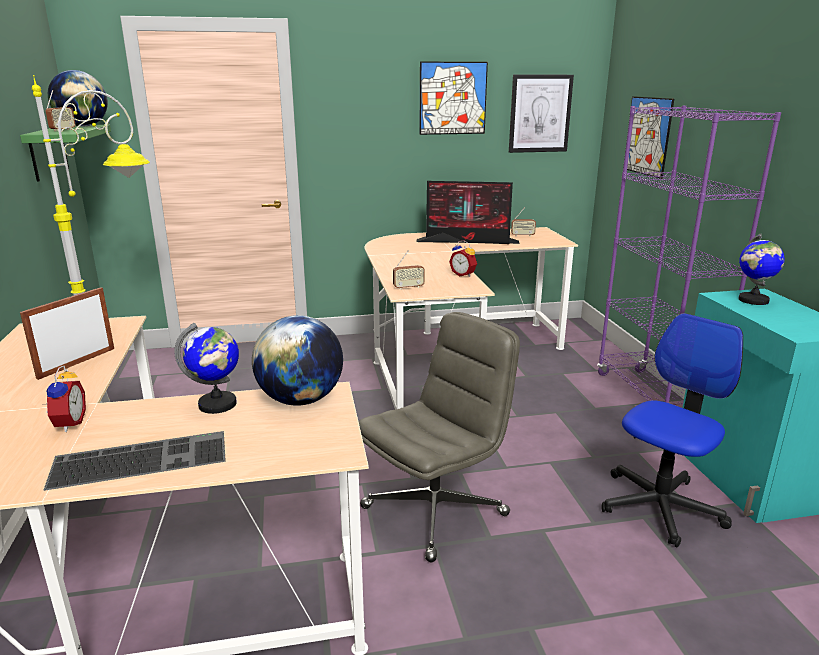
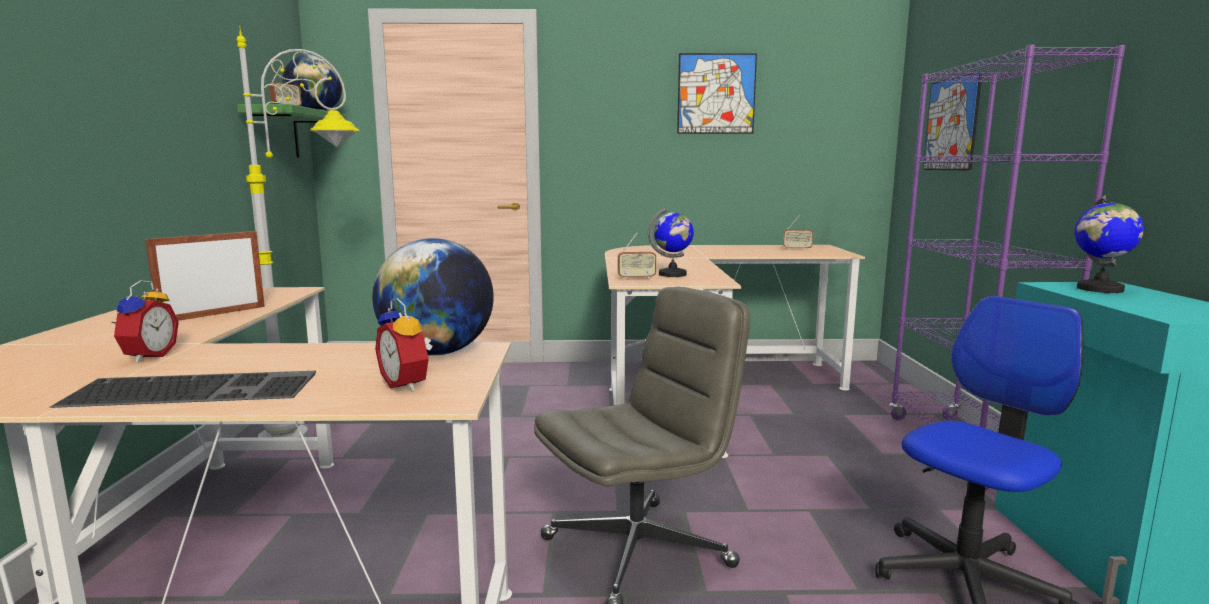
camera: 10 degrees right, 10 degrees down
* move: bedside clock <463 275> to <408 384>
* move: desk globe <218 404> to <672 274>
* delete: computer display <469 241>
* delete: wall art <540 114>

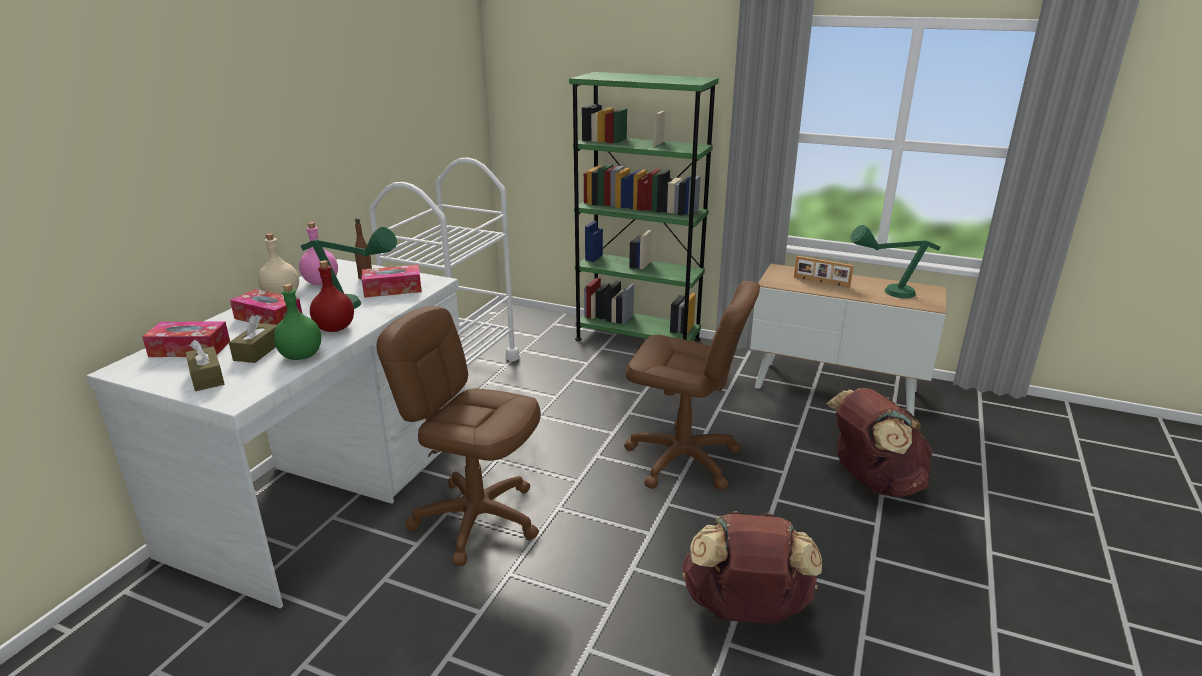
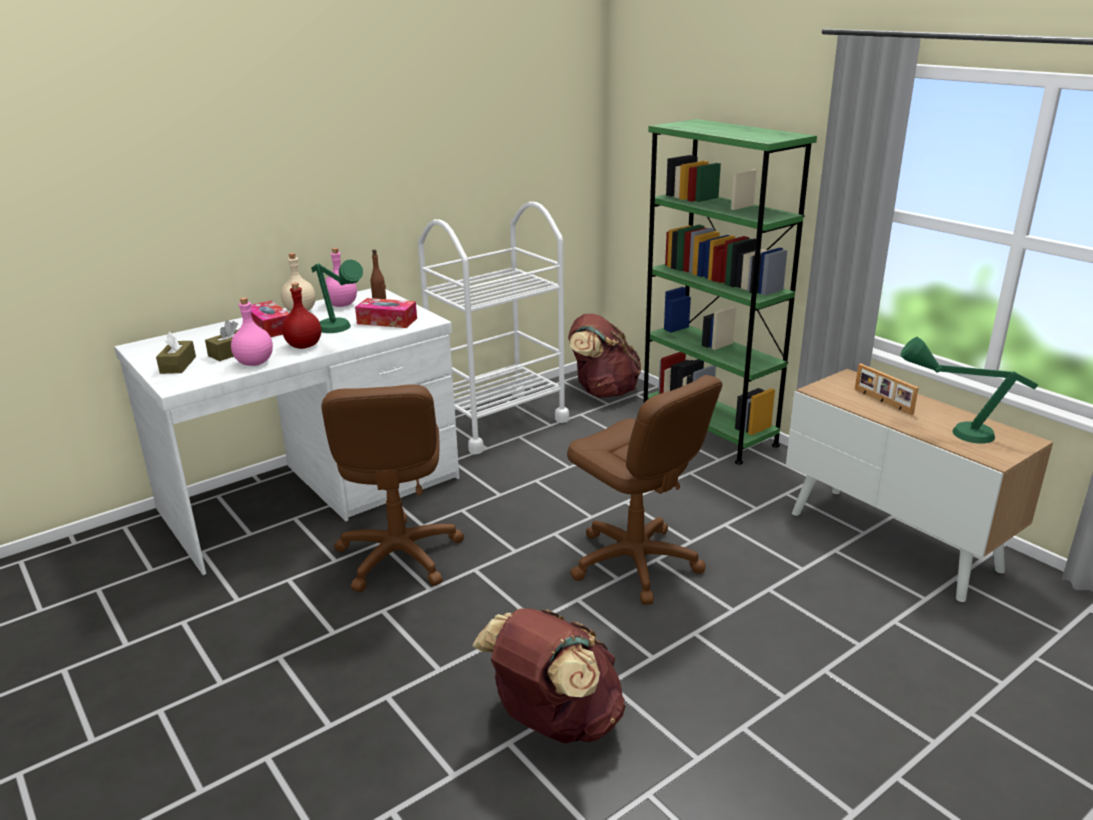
camera: 30 degrees right, 0 degrees up
* recolor: greenish drink bottle <301 356> to pink drink bottle <254 363>
* rotate: brownish desk chair <477 519> = <398 556> 150 degrees counterclockwise
* move: brownish knapsack <873 482> to <603 391>
* delete: tissue holder <190 349>

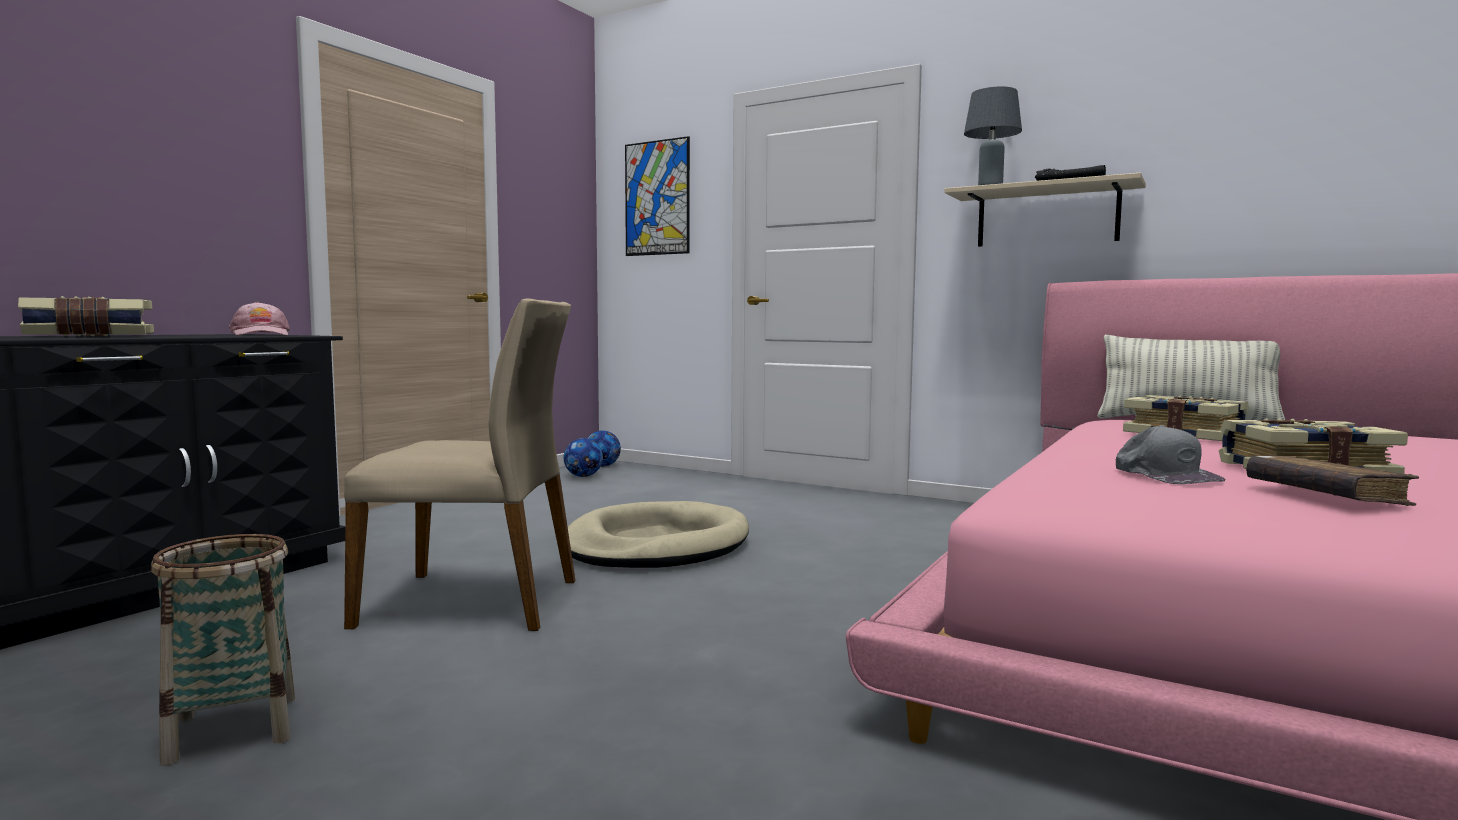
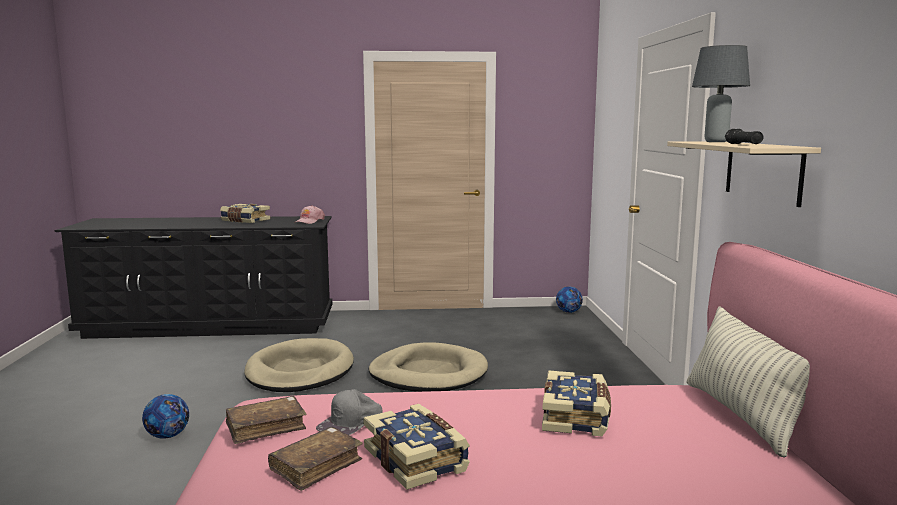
camera: 55 degrees right, 5 degrees up
* move: football <583 476> to <167 436>
* insert: brownish volume <266 427>
* replace: beige-coloured upright chair <474 601> to beige-coloured dog cushion <300 371>
* delete: basket <233 728>
* delete: wall art <657 198>

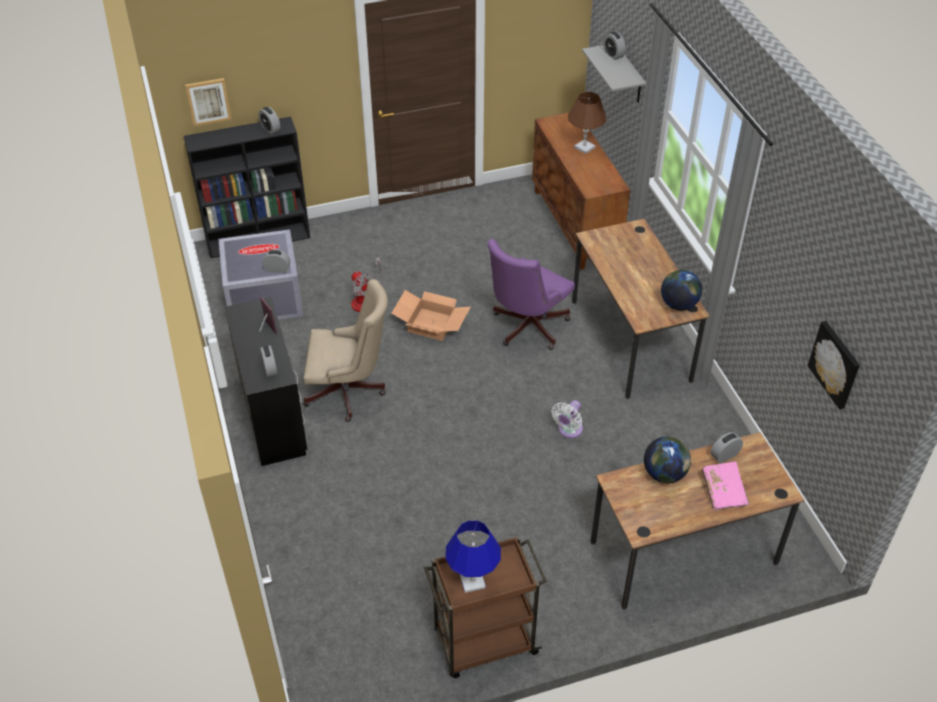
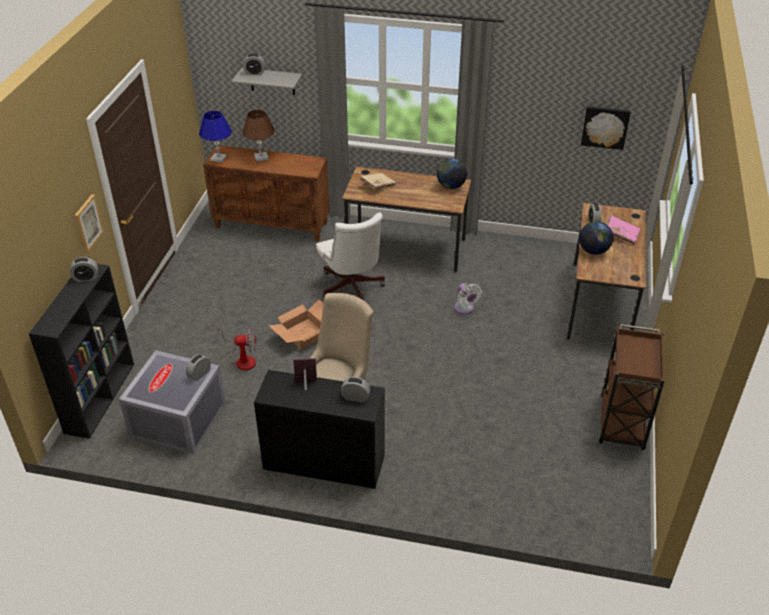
camera: 60 degrees left, 5 degrees down
* move: wall art <208 101> to <88 223>
* move: blue-coloured lamp for a table <472 581> to <218 158>
* recolor: purple desk chair <526 328> to white desk chair <352 289>
* insert: beige-coloured volume <377 185>

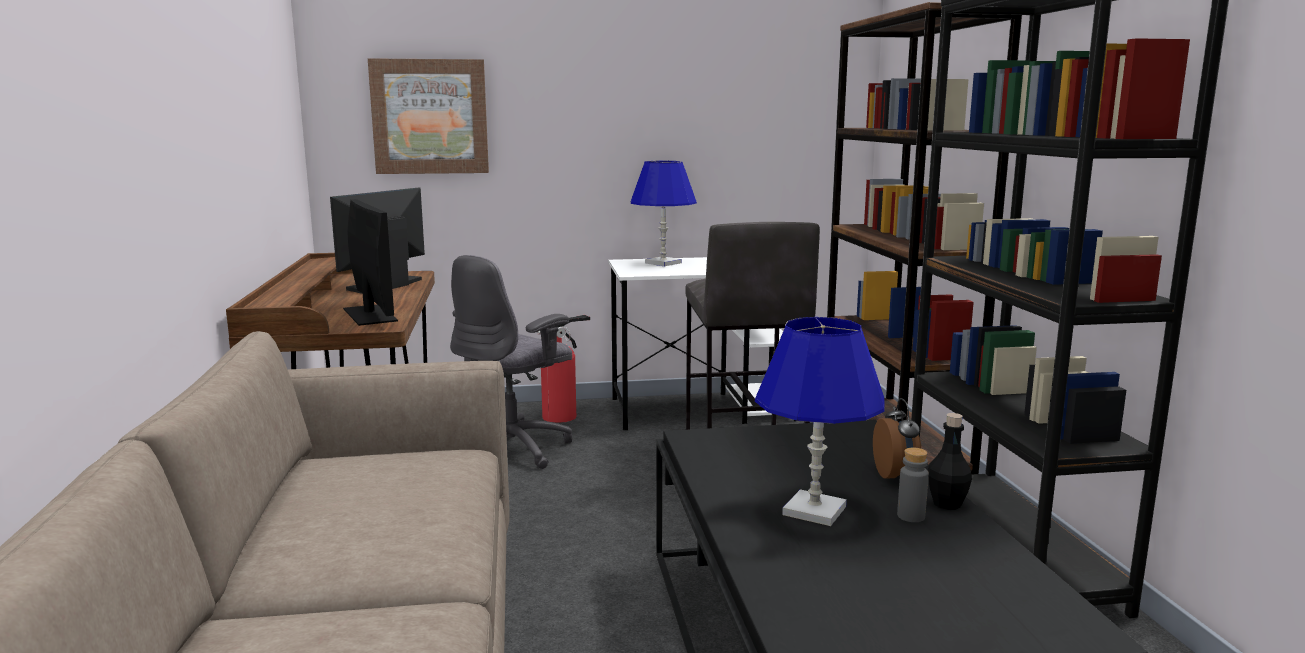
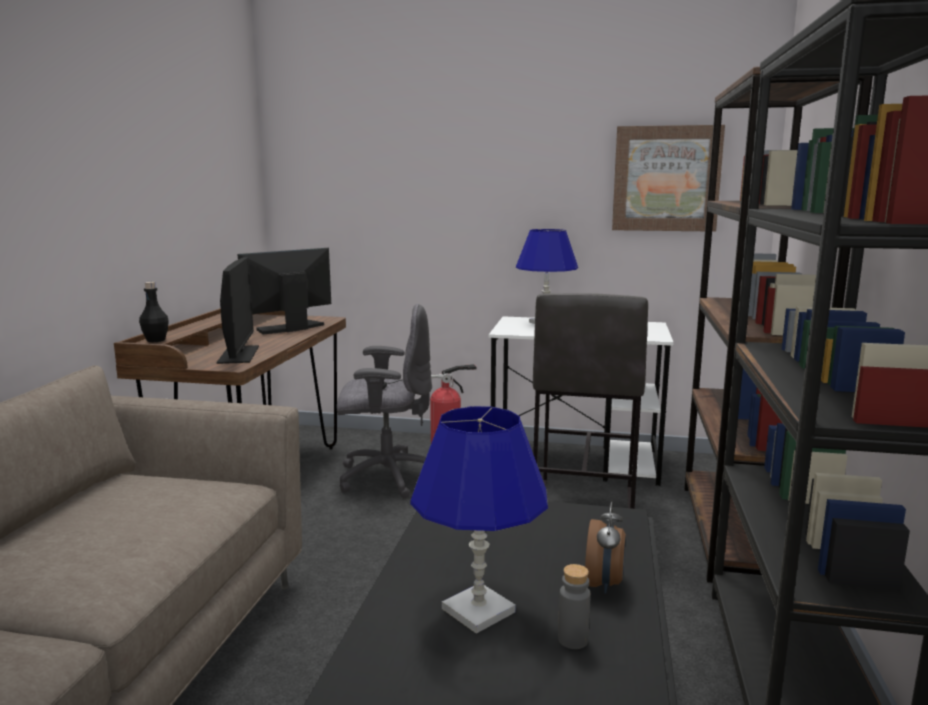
camera: 20 degrees right, 0 degrees up
* move: blackish drink bottle <946 504> to <156 340>
* rotate: grey desk chair <513 449> = <386 477> 150 degrees counterclockwise
* move: wall art <430 117> to <666 179>

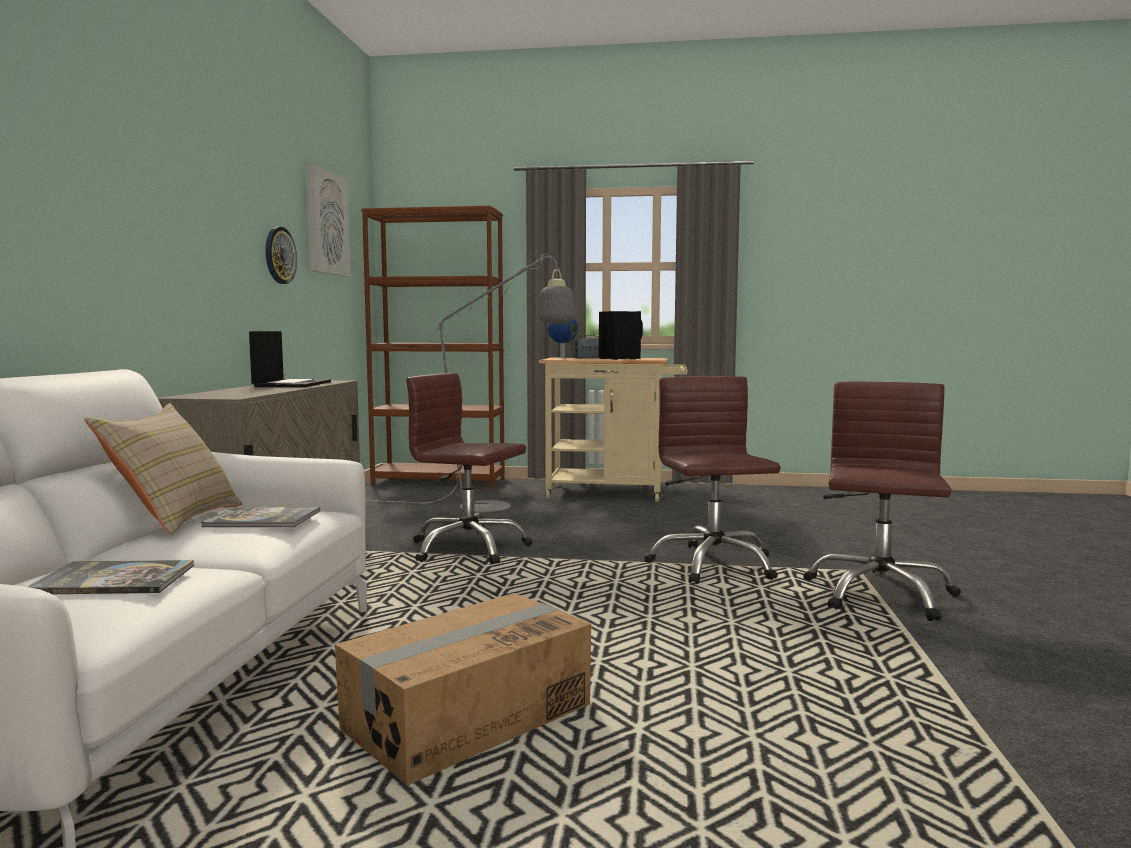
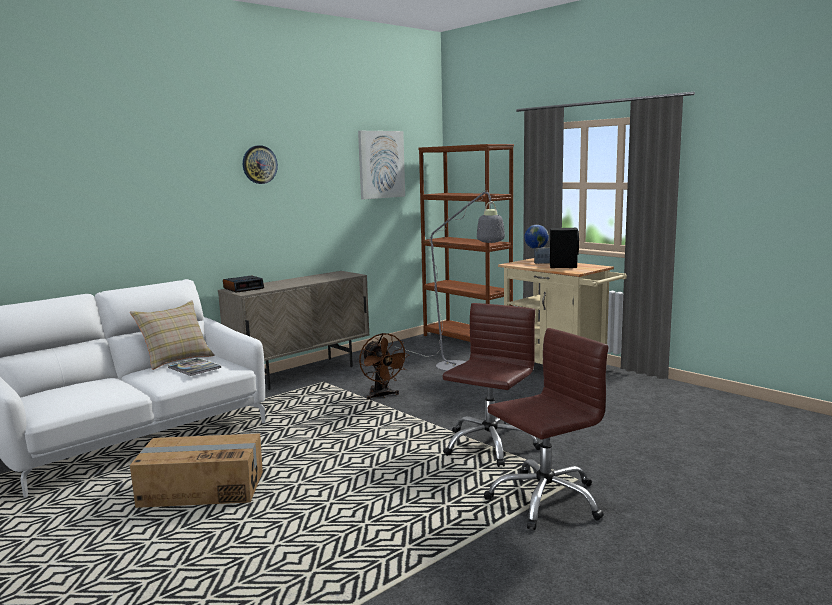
camera: 40 degrees right, 5 degrees up
* insert: bedside clock <244 288>
* move: hanging clock <279 255> to <259 164>
* replace: brownish desk chair <468 549> to brownish electric fan <382 396>
* delete: volume <114 580>
* delete: portable computer <292 384>

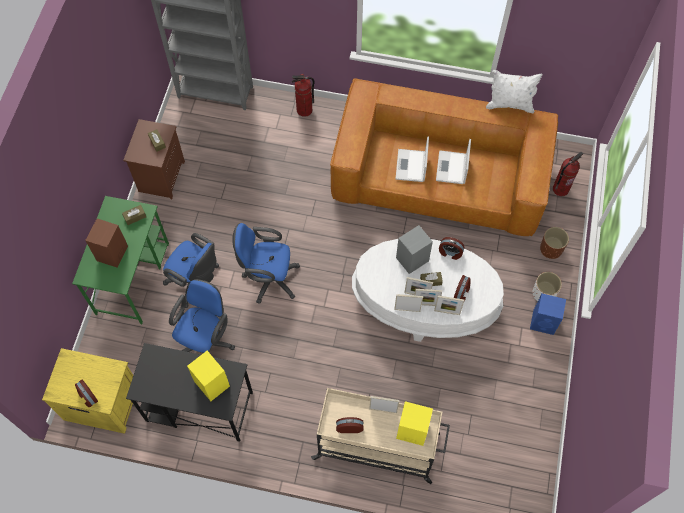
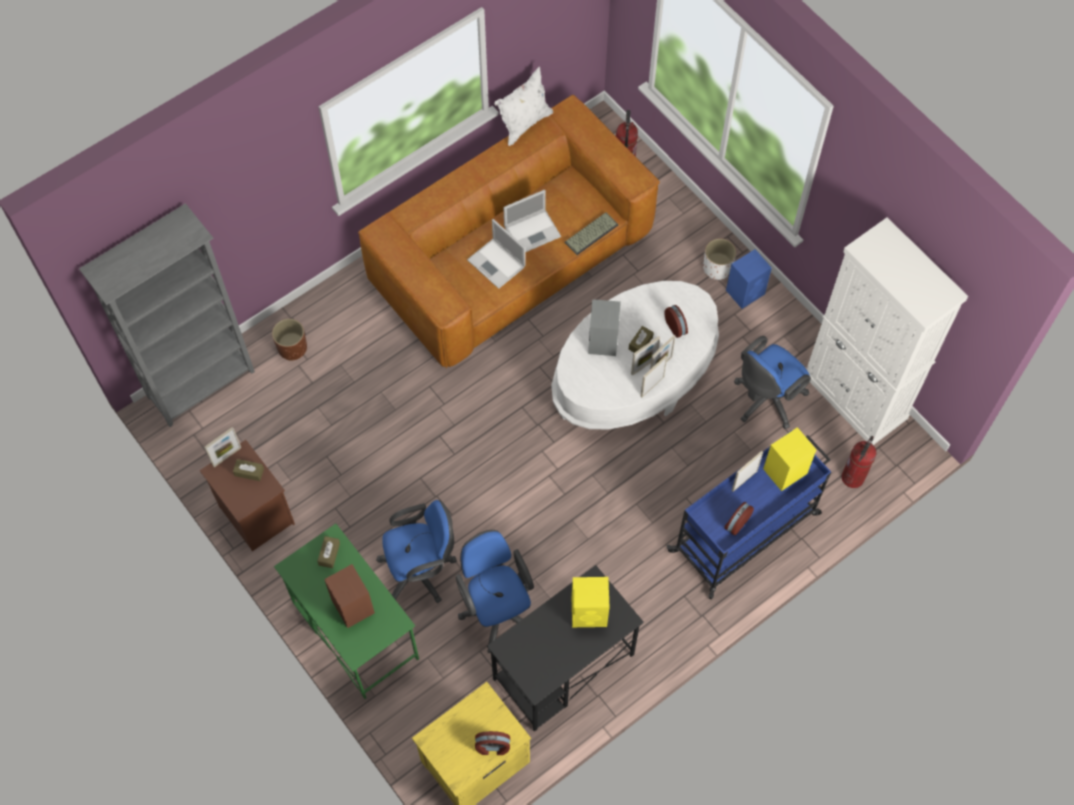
camera: 50 degrees left, 0 degrees up
* move: photo frame <447 312> to <227 456>
* move: brownish flower pot <551 249> to <292 348>
* rotate: portable computer <452 168> = <533 231> 75 degrees counterclockwise
* insert: computer keyboard <591 233>
* recolor: beige-coloured trolley <378 447> to blue-coloured trolley <746 531>
* move: blue-coloured desk chair <268 278> to <765 400>
* insert: white storage cabinet <855 397>
* move: fire-fighting cylinder <304 110> to <852 477>
* delete: bedside clock <450 253>

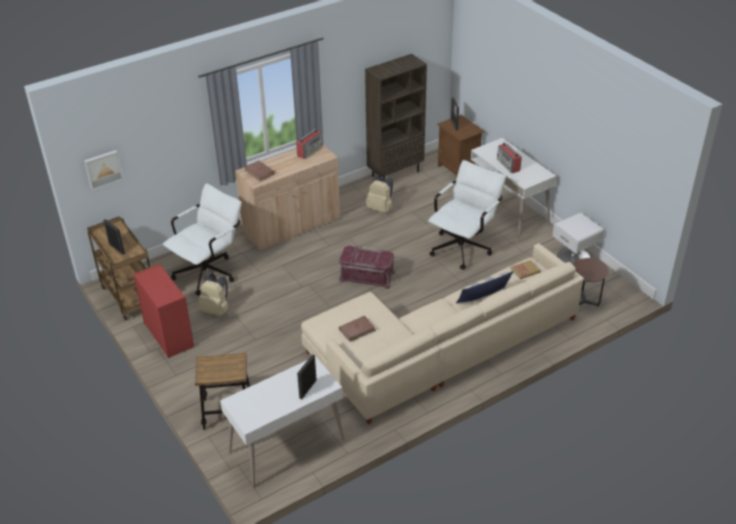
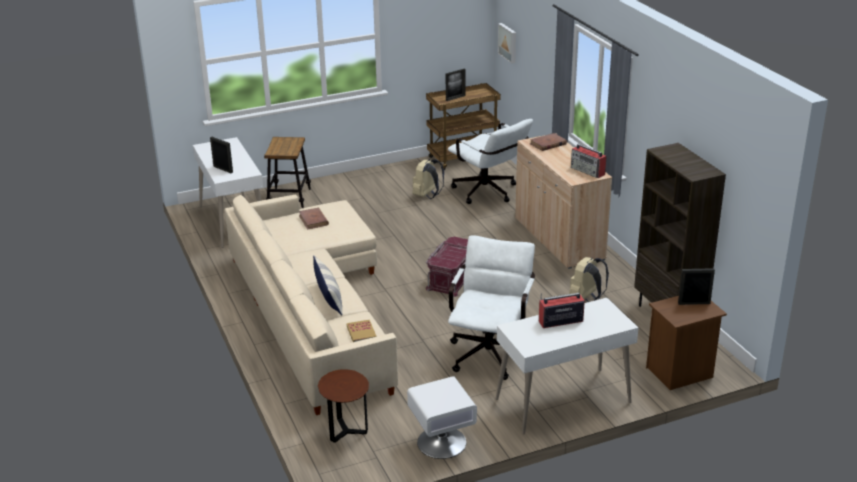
camera: 100 degrees right, 10 degrees down
* rotate: white desk chair <464 246> = <490 351> 120 degrees counterclockwise
* delete: red drawer chest <168 334>

